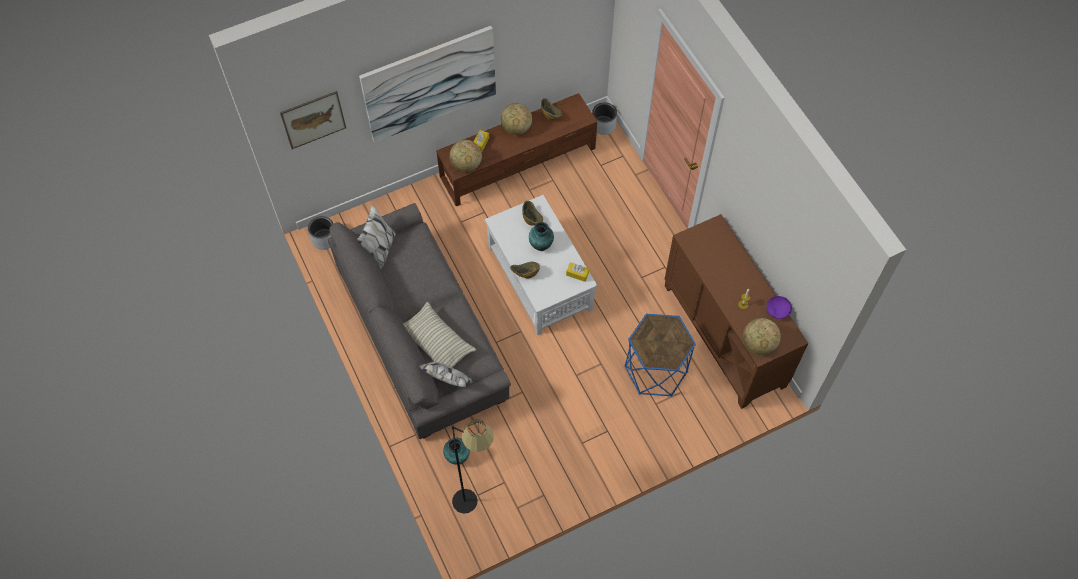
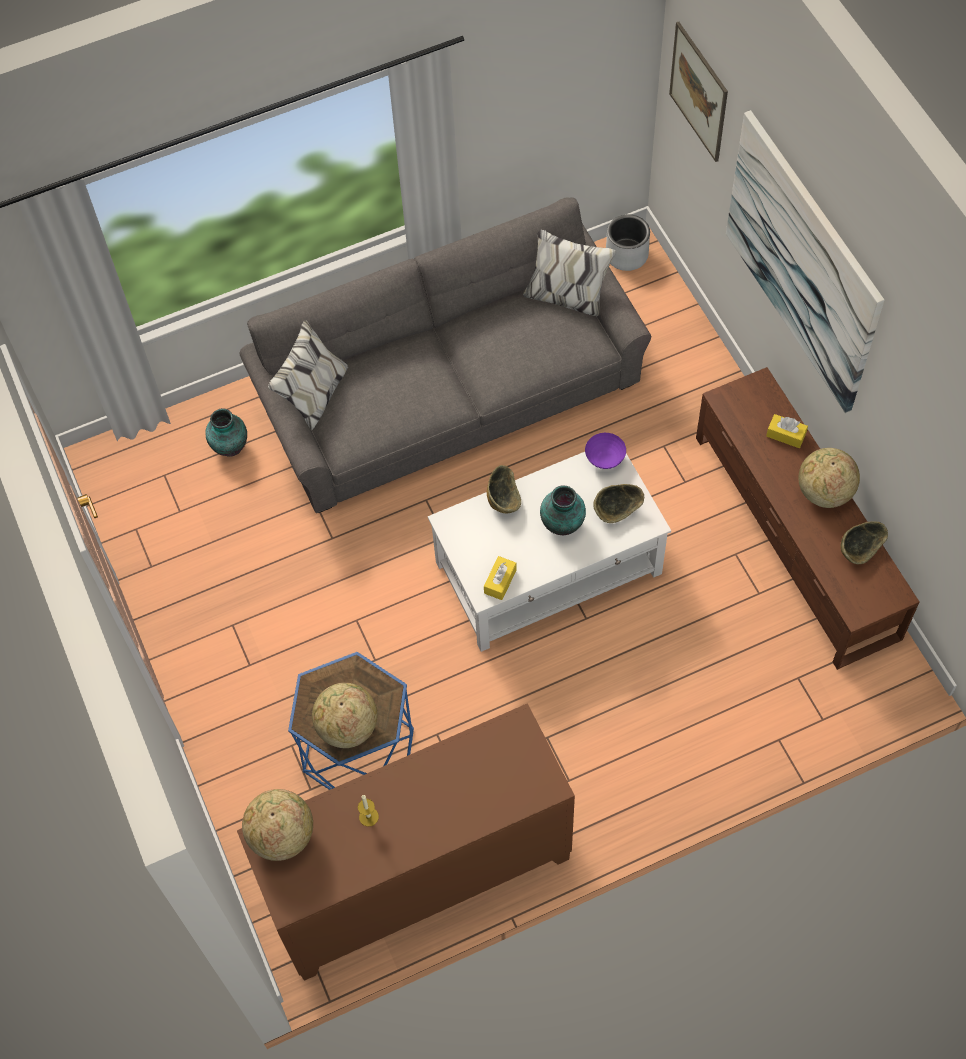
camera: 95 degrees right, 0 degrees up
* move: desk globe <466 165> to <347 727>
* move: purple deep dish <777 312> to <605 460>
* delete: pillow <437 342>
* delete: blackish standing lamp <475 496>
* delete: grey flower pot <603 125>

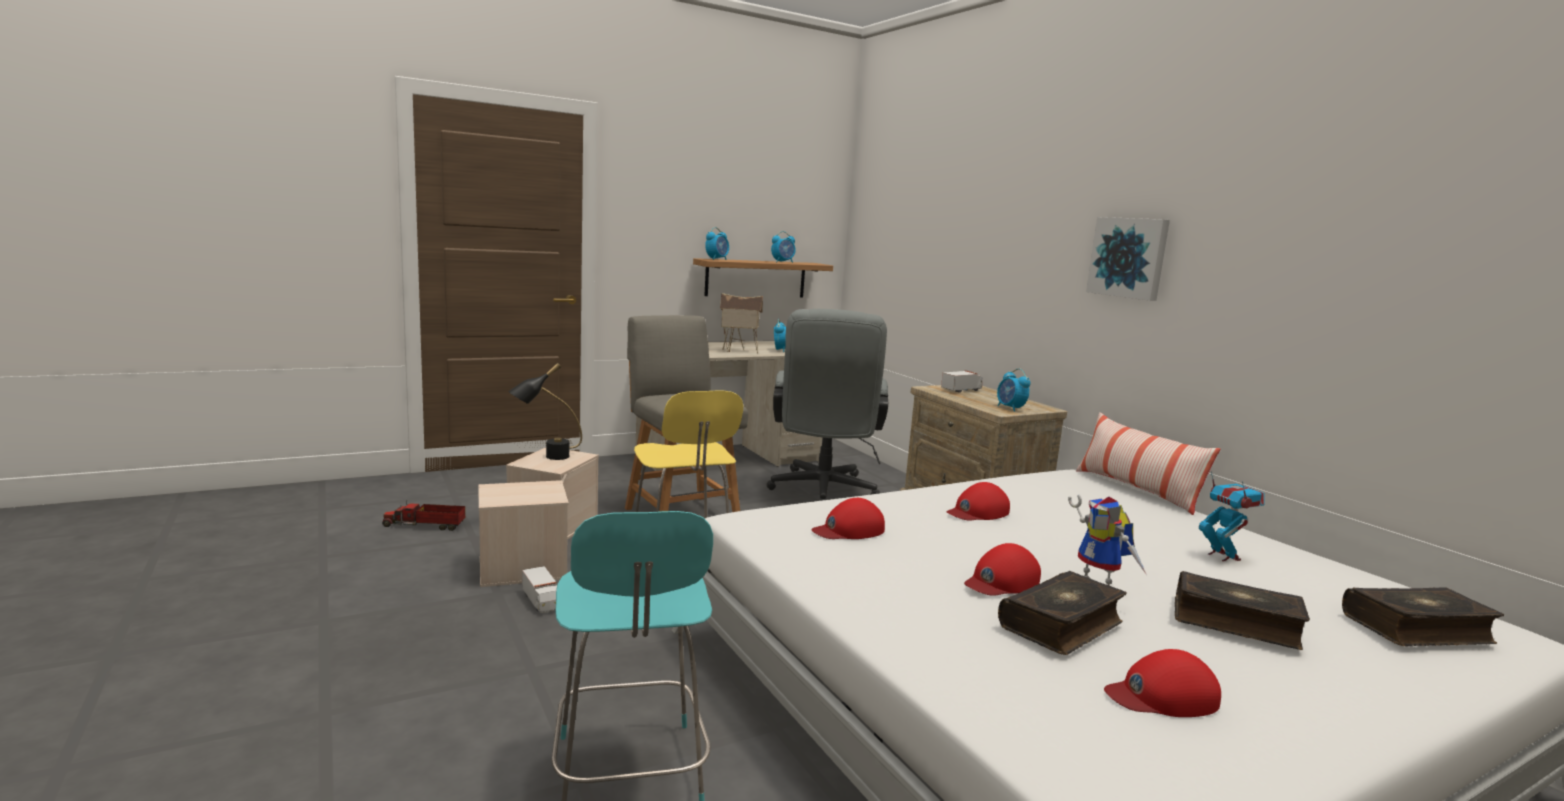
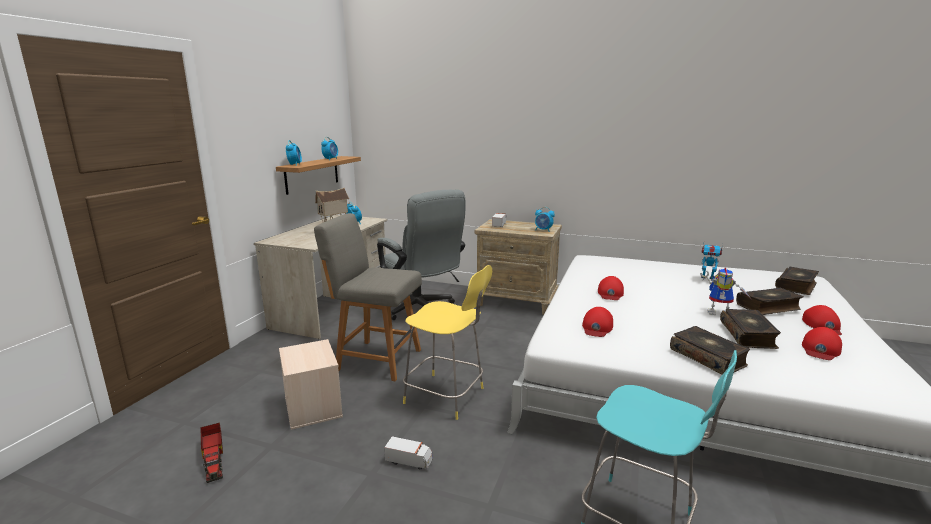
camera: 40 degrees left, 5 degrees up
* rotate: toy lorry <426 526> = <214 458> 75 degrees counterclockwise
* insert: volume <708 357>
* move: red baseball cap <1001 581> to <822 325>
* delete: beige-coloured storage bin <521 569>
* delete: blackish lamp for a table <546 457>
* delete: pillow <1137 490>
* delete: wall art <1129 257>

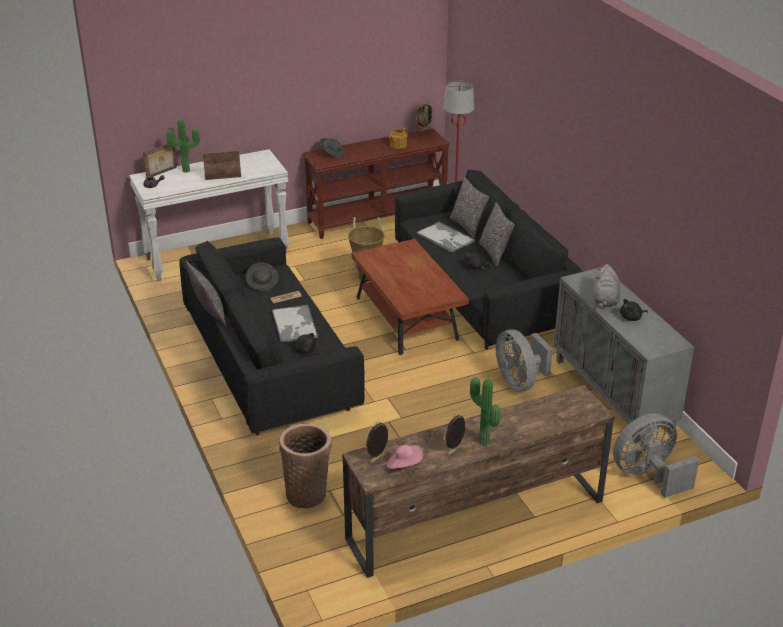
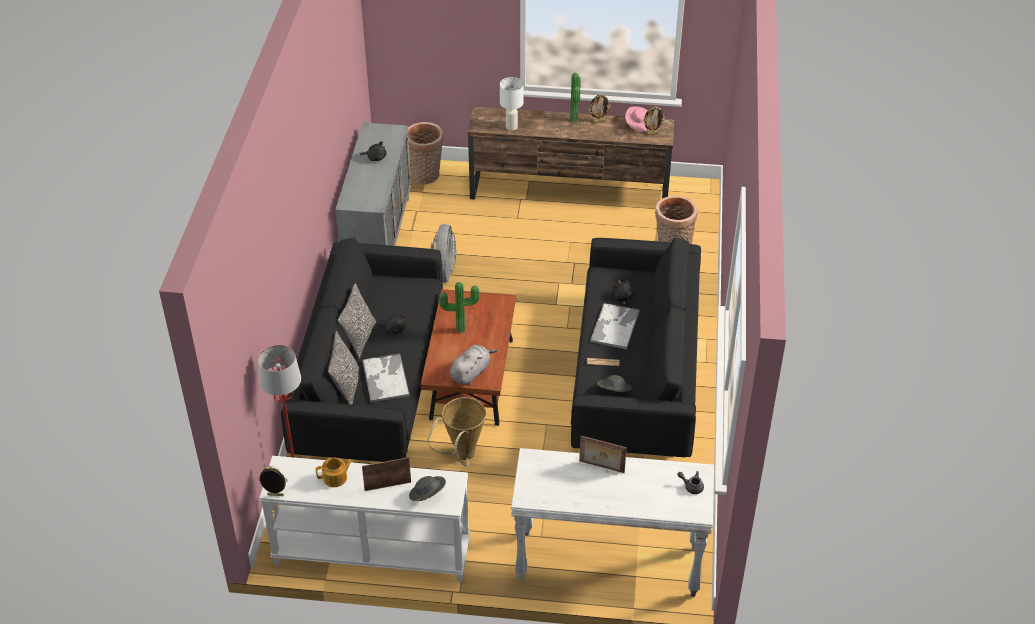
camera: 150 degrees left, 10 degrees up
* recolor: brownish hall table <377 216> to white hall table <371 554>
* move: photo frame <162 173> to <387 485>
* replace: grey electric fan <648 475> to basket <426 176>
* move: houseplant <187 171> to <460 328>
* move: grey plush toy <605 300> to <471 372>
* insert: white lamp for a table <512 127>
* delete: pillow <209 314>

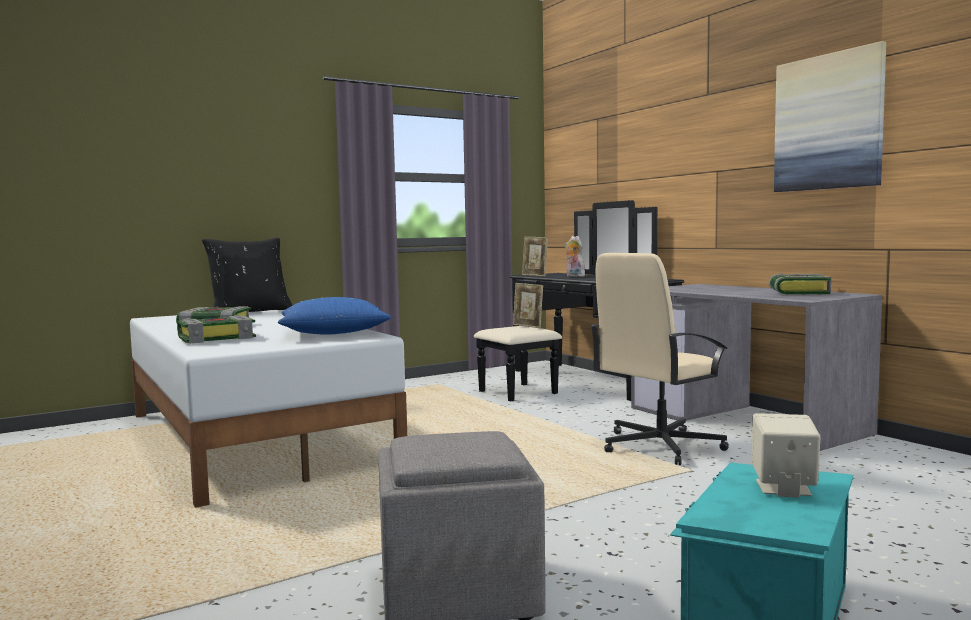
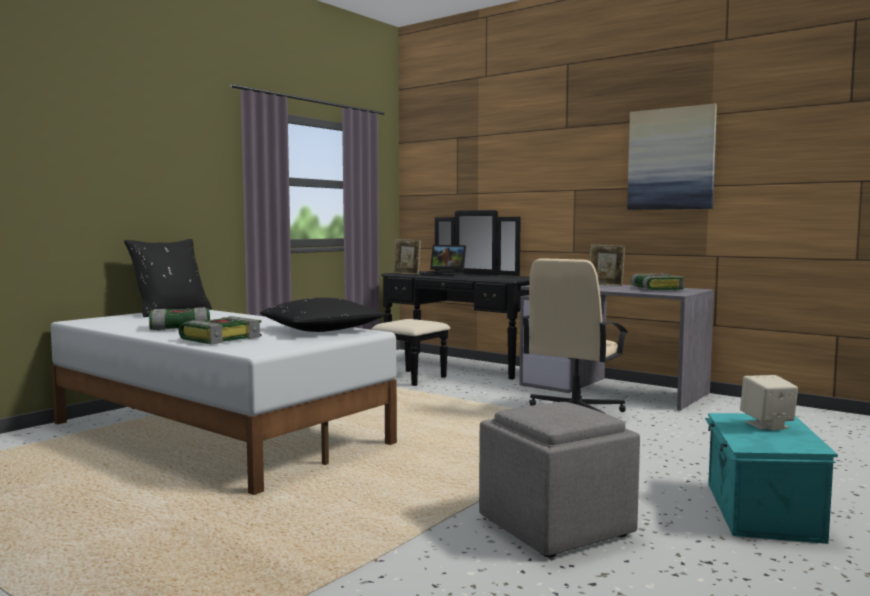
camera: 20 degrees left, 0 degrees up
* recolor: blue-coloured pillow <334 332> to blackish pillow <321 330>
* replace: plush toy <574 276> to portable computer <445 274>
* move: photo frame <528 326> to <606 285>

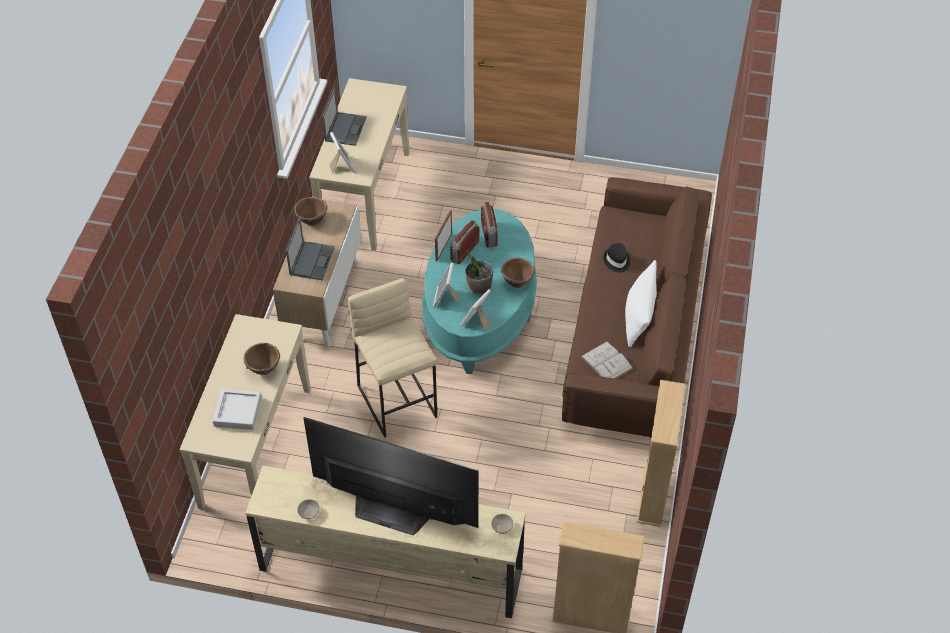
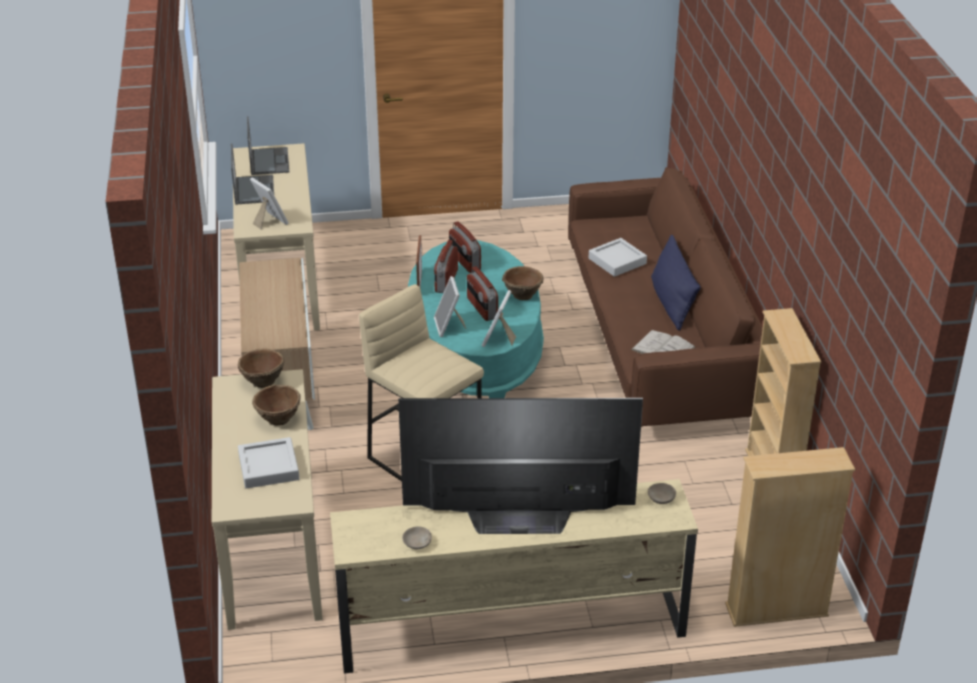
camera: 20 degrees left, 15 degrees down
* move: brownish deep dish <311 220> to <262 381>
* move: portable computer <312 260> to <269 161>
* replace: houseplant <478 287> to radio <481 308>
* replace: blackish wearable hat <616 261> to grey tray <617 261>
* recolor: white pillow <639 316> to blue-coloured pillow <671 302>

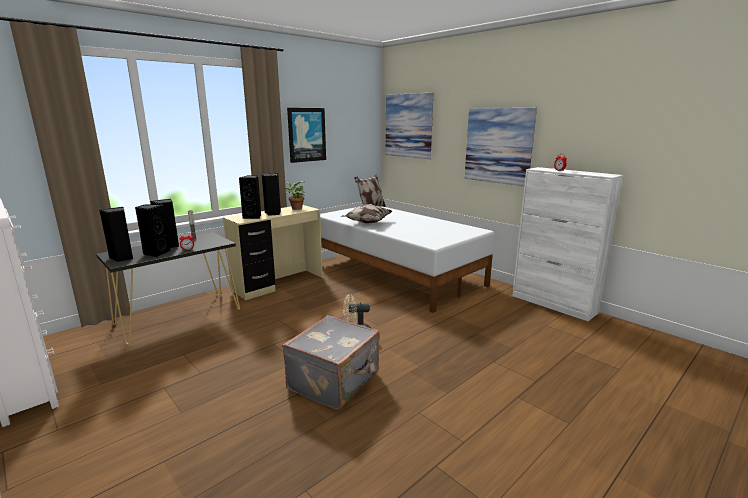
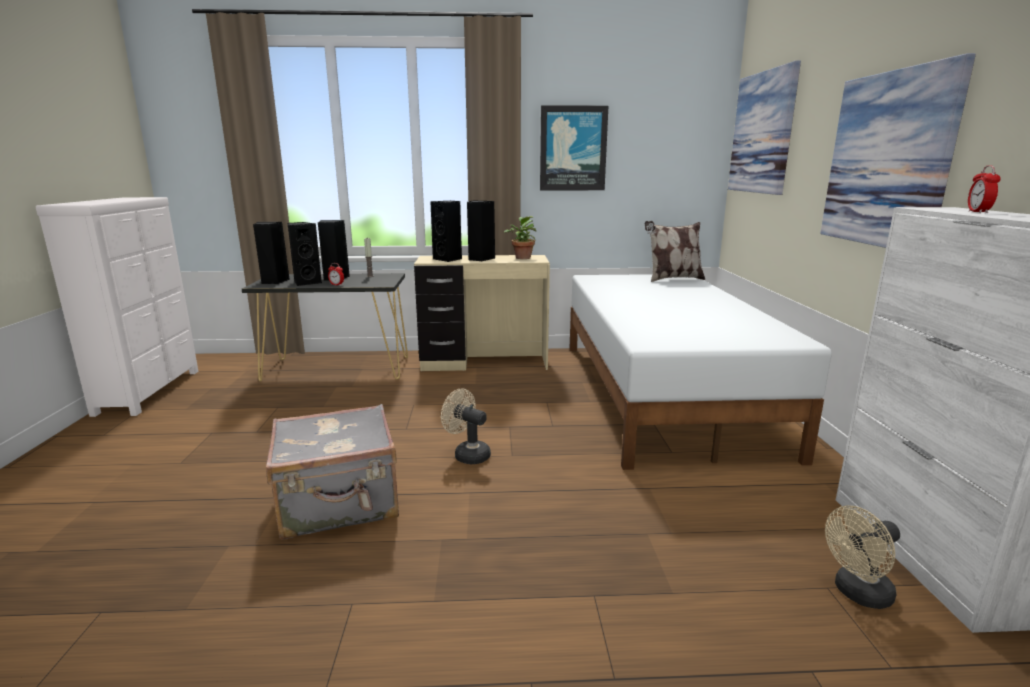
camera: 40 degrees right, 0 degrees up
* insert: beige-coloured electric fan <857 594>
* delete: pillow <367 223>

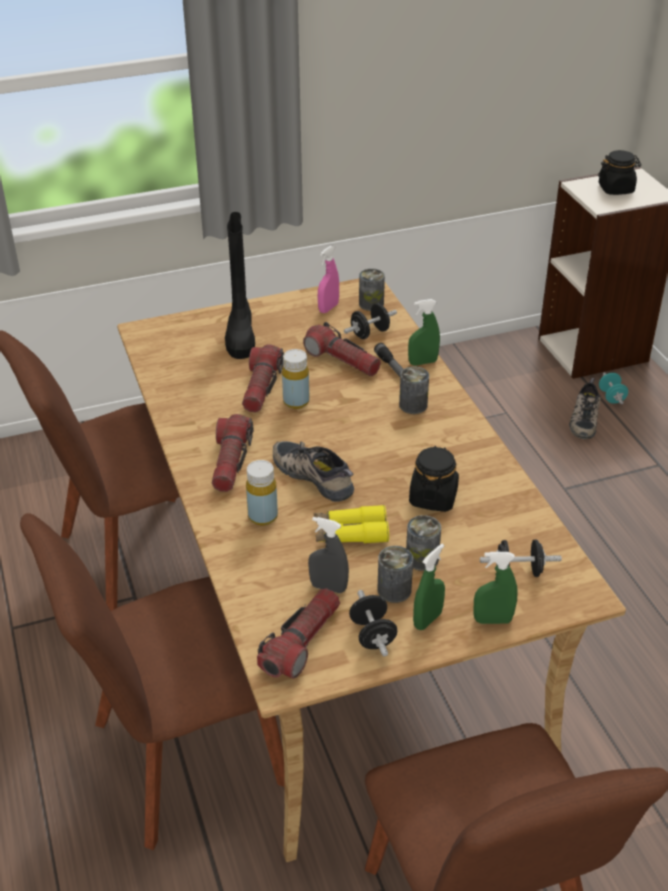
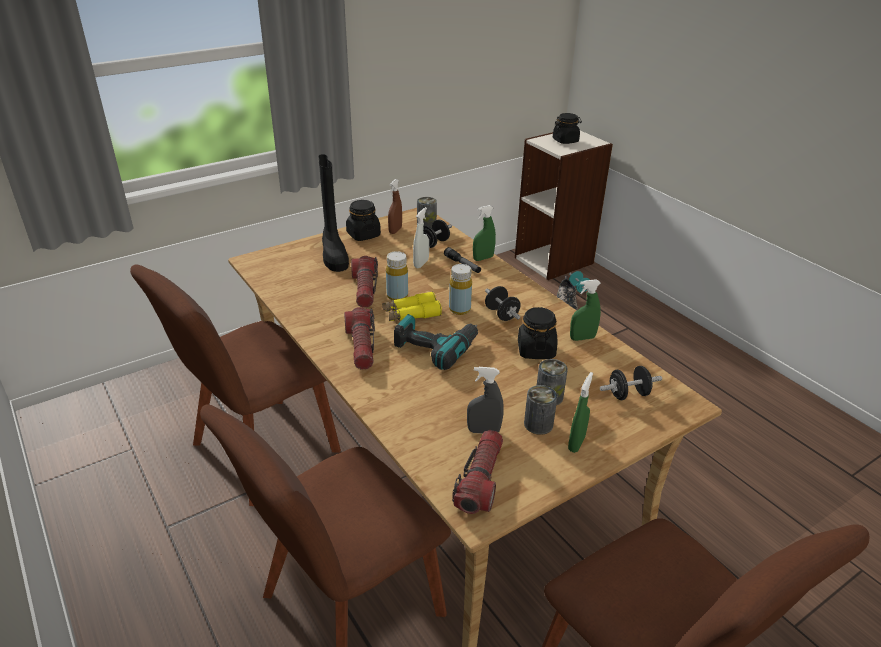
camera: 15 degrees left, 5 degrees down
* insert: blackish jar <363 235>
* move: yellow pair of binoculars <350 533> to <411 314>
* recolor: pink sprayer <328 308> to brownish sprayer <395 230>
* replace: low shoe <315 475> to drill <435 347>
* replace: flashlight <342 360> to white sprayer <421 264>
* move: yellow drink bottle <263 516> to <459 309>
* move: blackish dumbbell <372 635> to <501 314>
* move: greenish sprayer <492 620> to <582 338>
* delete: metal can <413 405>

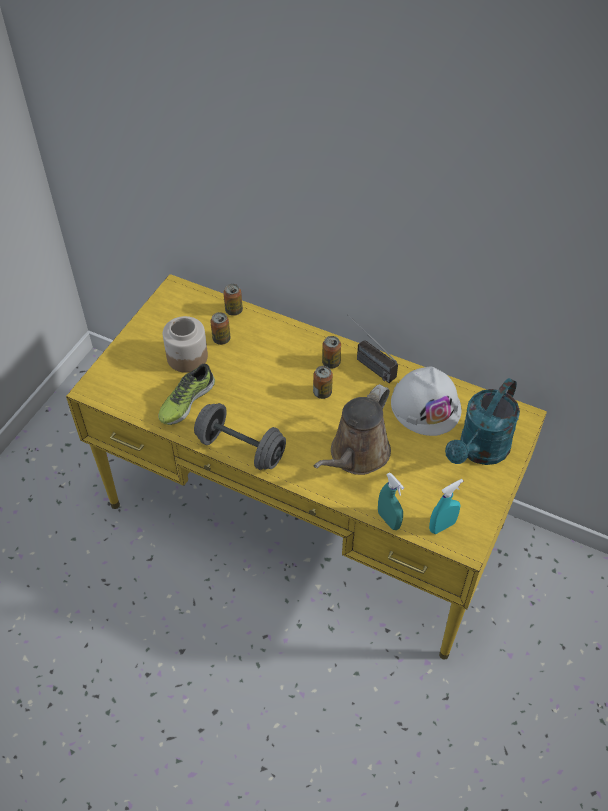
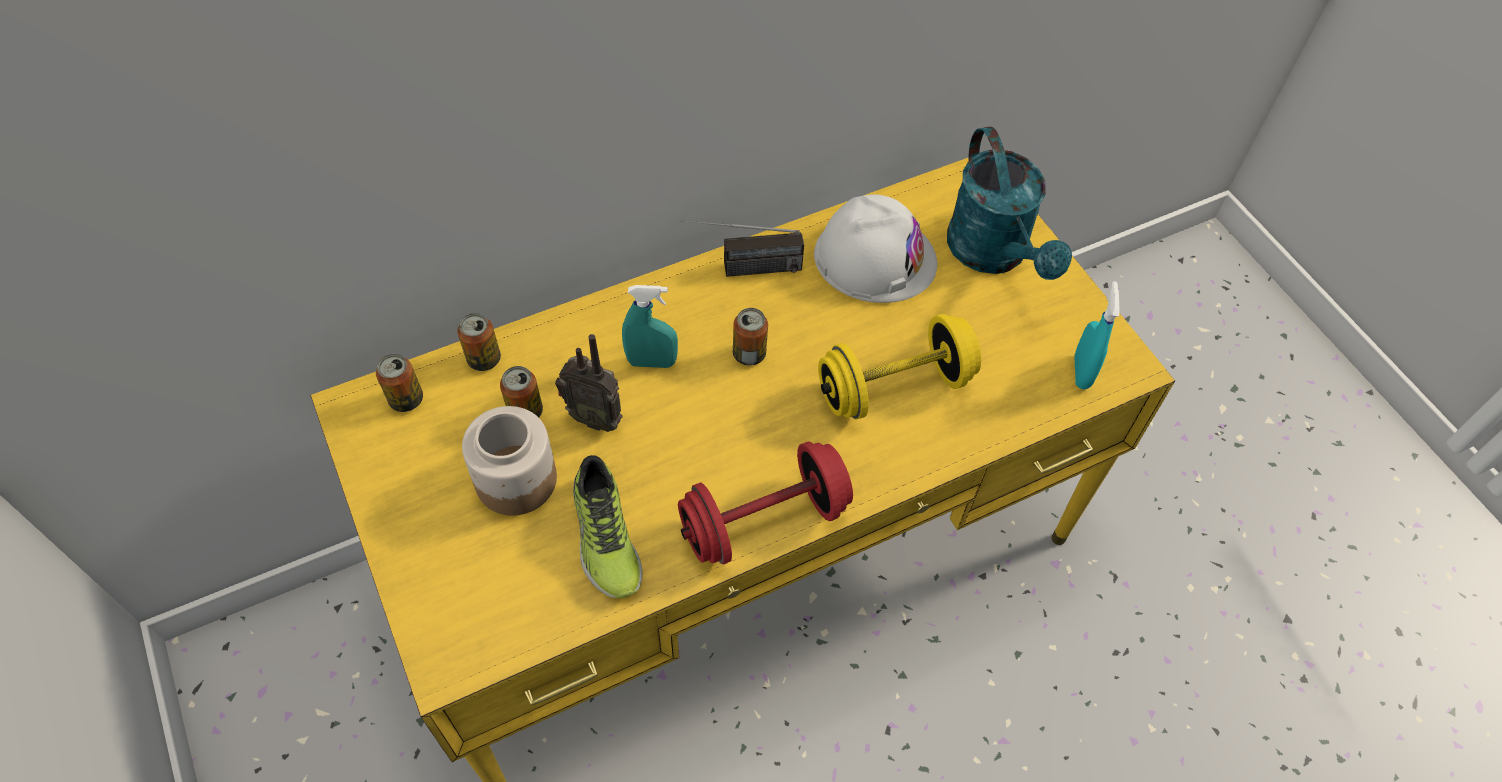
camera: 55 degrees left, 5 degrees up
* move: metal can <331 363> to <406 399>
* insert: radio <595 417>
* move: turquoise sprayer <388 520> to <651 362>
* recolor: grey dumbbell <241 449> to red dumbbell <764 521>
* replace: brownish watering pot <356 455> to yellow dumbbell <894 387>

